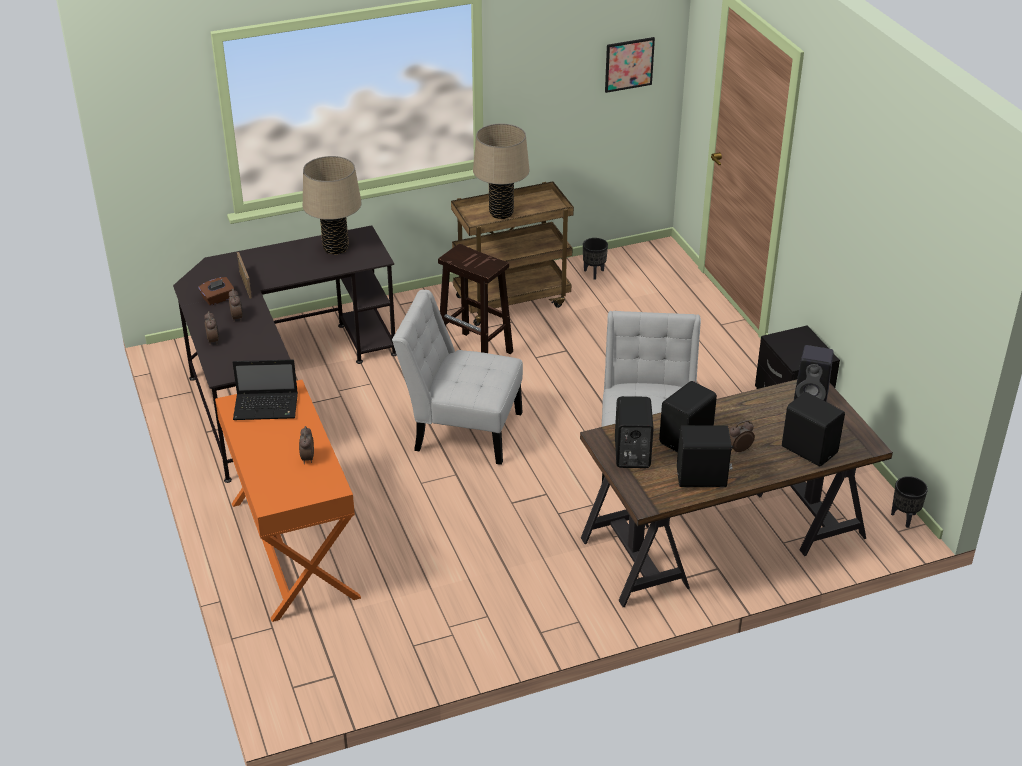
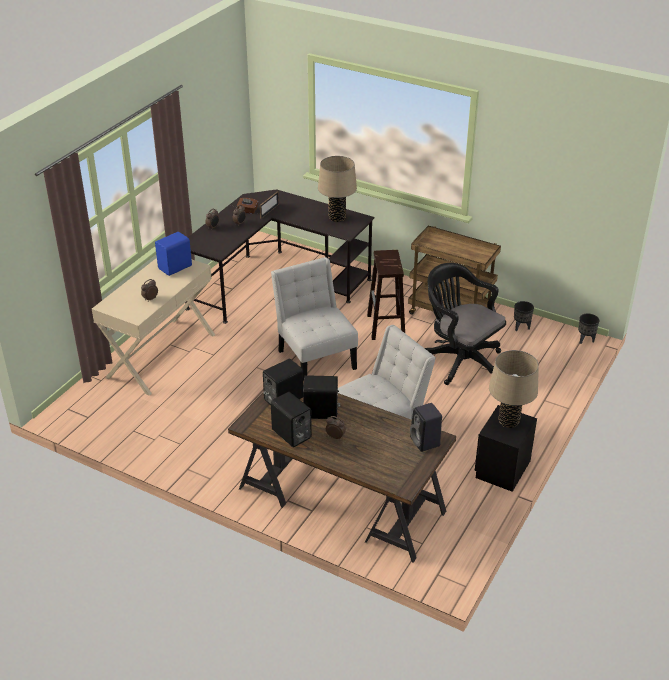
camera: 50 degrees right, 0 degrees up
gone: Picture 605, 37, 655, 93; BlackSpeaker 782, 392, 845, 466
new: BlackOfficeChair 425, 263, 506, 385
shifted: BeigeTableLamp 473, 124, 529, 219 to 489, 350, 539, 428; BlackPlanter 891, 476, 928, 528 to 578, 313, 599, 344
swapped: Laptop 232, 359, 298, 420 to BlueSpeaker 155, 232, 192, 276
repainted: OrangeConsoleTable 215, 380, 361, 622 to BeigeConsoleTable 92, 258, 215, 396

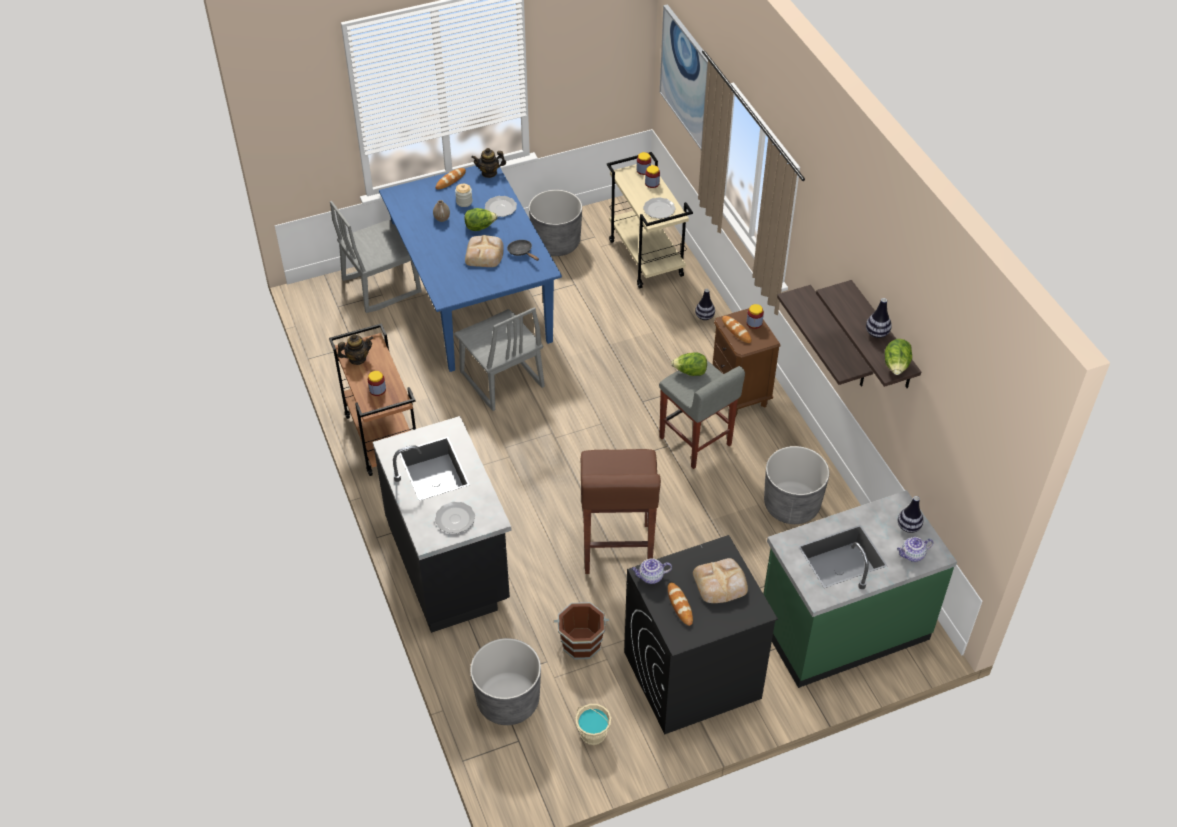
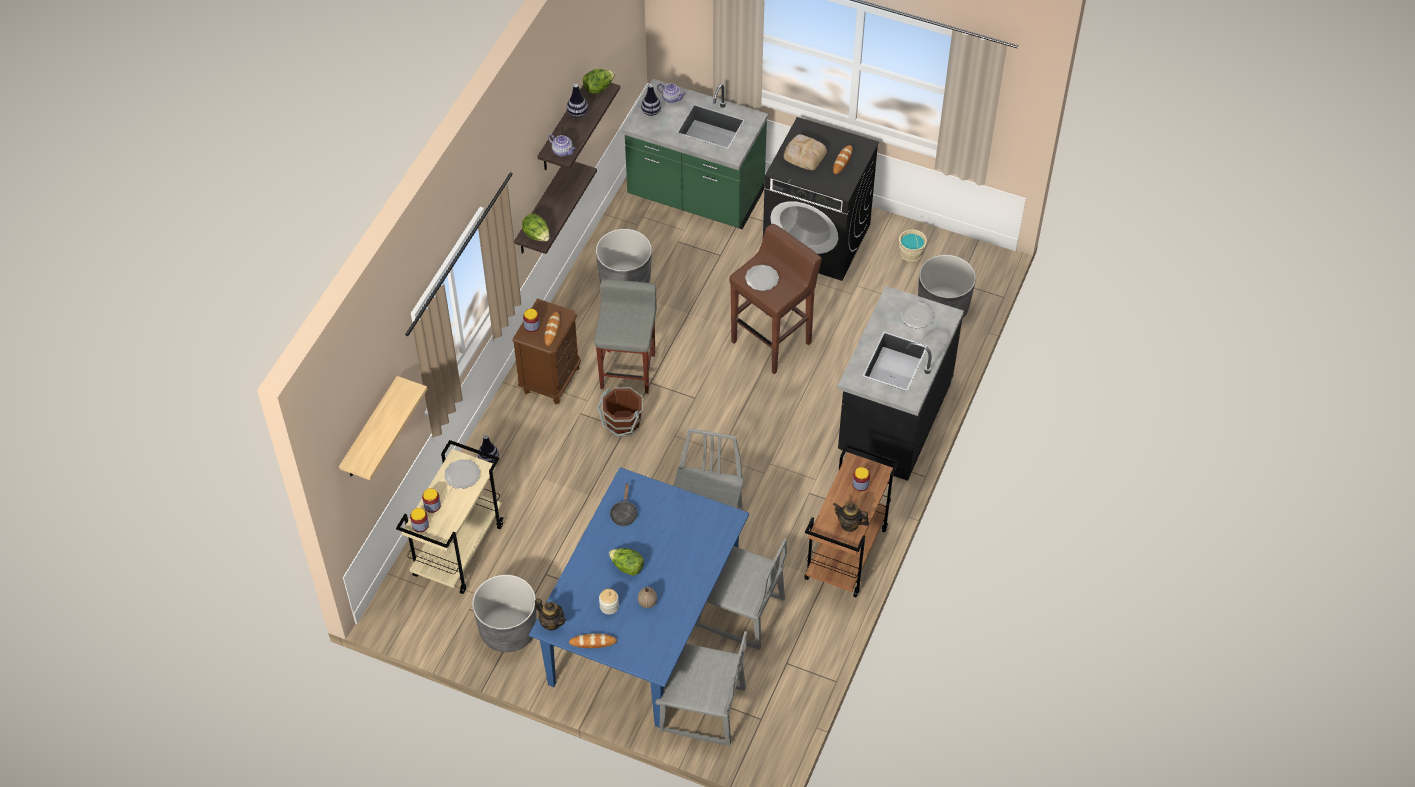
camera: 135 degrees left, 5 degrees up
gone: Bread 465, 235, 504, 267
new: GreyChair 695, 538, 787, 650
shifted: Lettuce 671, 352, 707, 376 to 522, 214, 550, 241; Teapot 631, 558, 672, 584 to 548, 134, 576, 157; BrownBucket 554, 602, 609, 659 to 597, 387, 643, 437; Plate 485, 196, 517, 217 to 745, 265, 779, 291
swapped: Picture 660, 4, 708, 150 to Shelf 339, 376, 427, 480

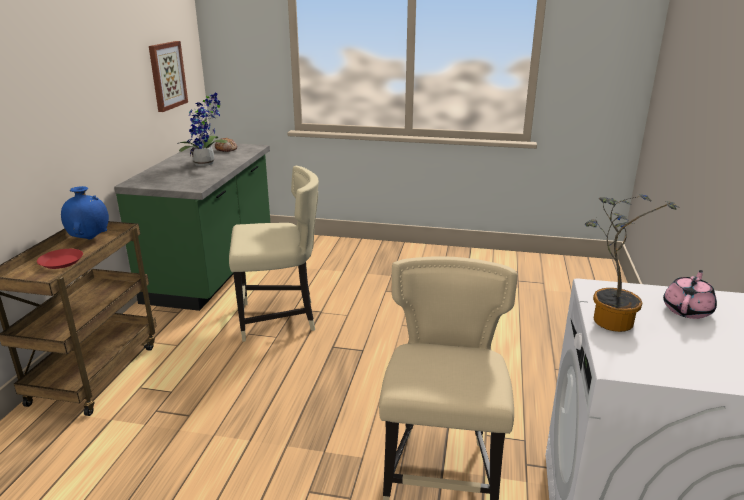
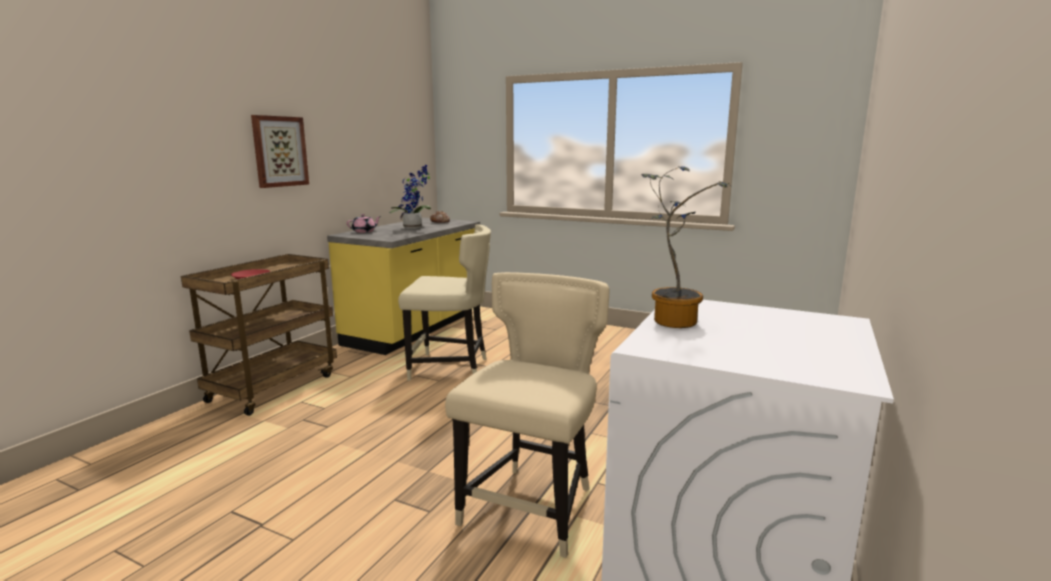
camera: 15 degrees right, 10 degrees down
gone: BlueVase 61, 186, 109, 240
shifted: Picture 149, 41, 188, 112 to 251, 115, 309, 188; PinkTeapot 663, 270, 717, 319 to 347, 214, 381, 233
repainted: GreenCounter 114, 142, 270, 311 to YellowCounter 327, 218, 480, 355

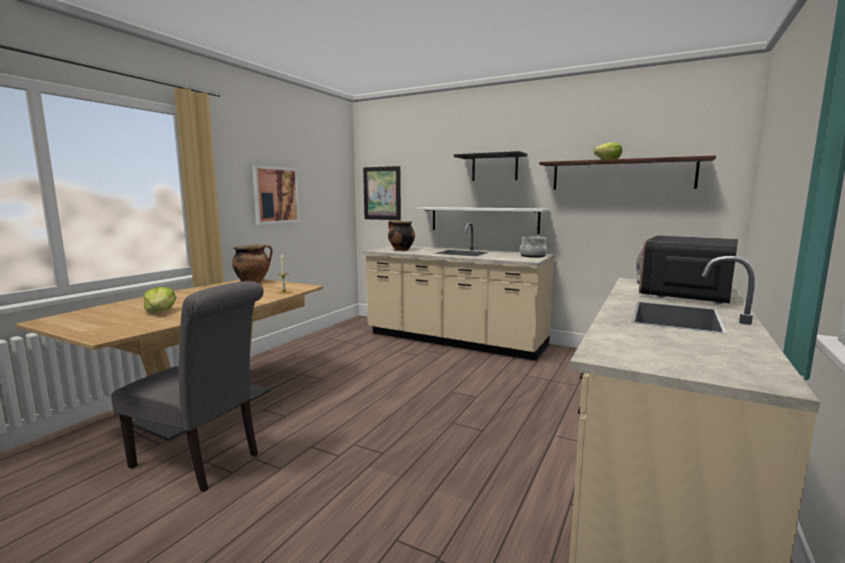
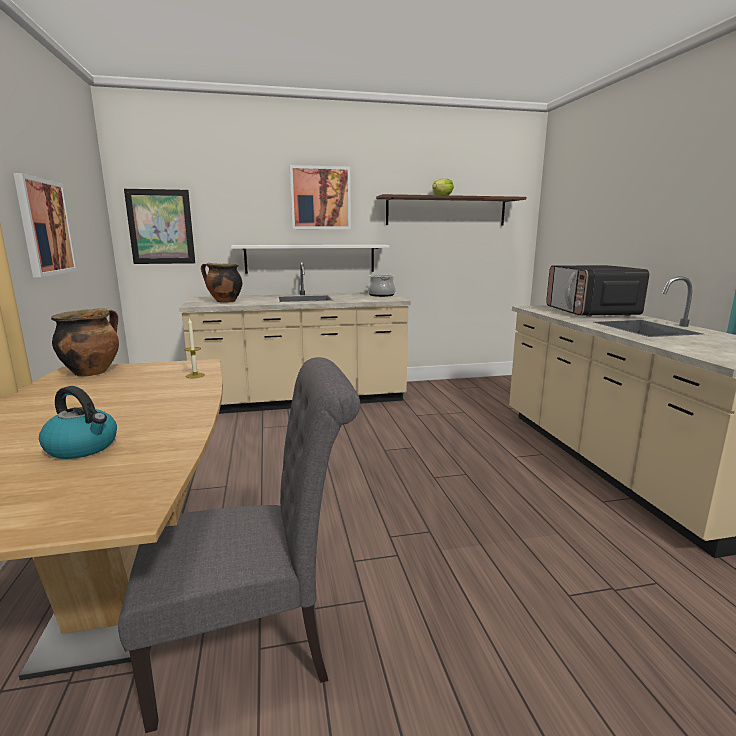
camera: 40 degrees left, 5 degrees up
swapped: Lettuce 144, 287, 176, 313 to Kettle 39, 386, 117, 459; BlackShelf 454, 151, 528, 181 to Picture 290, 165, 351, 229

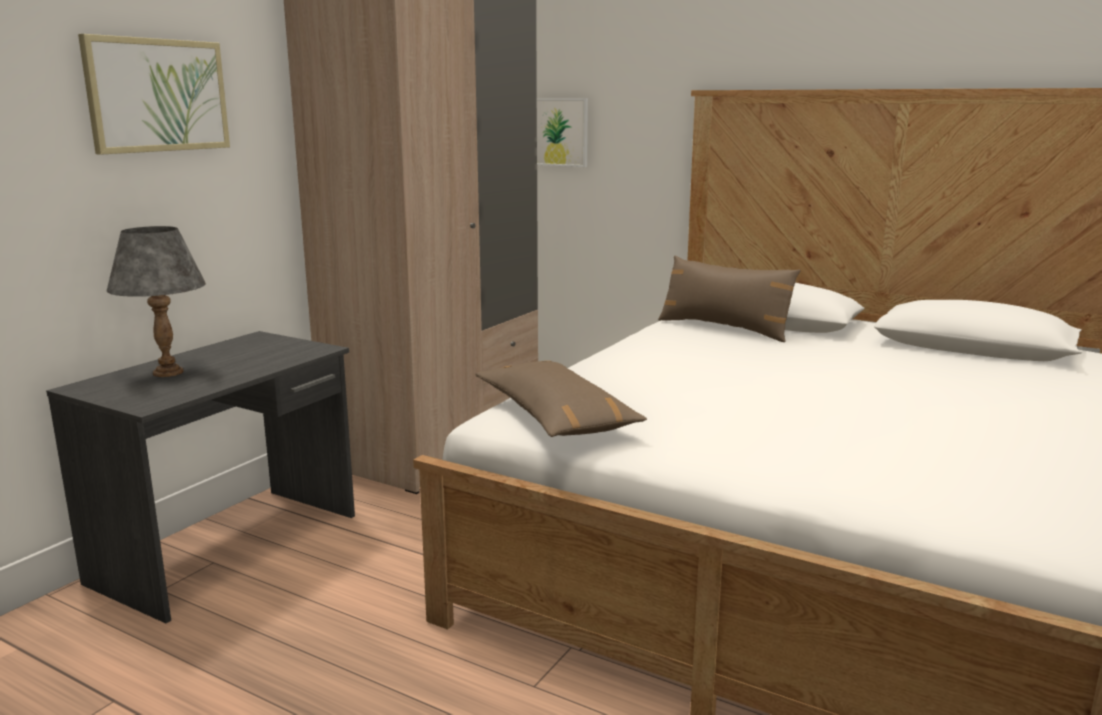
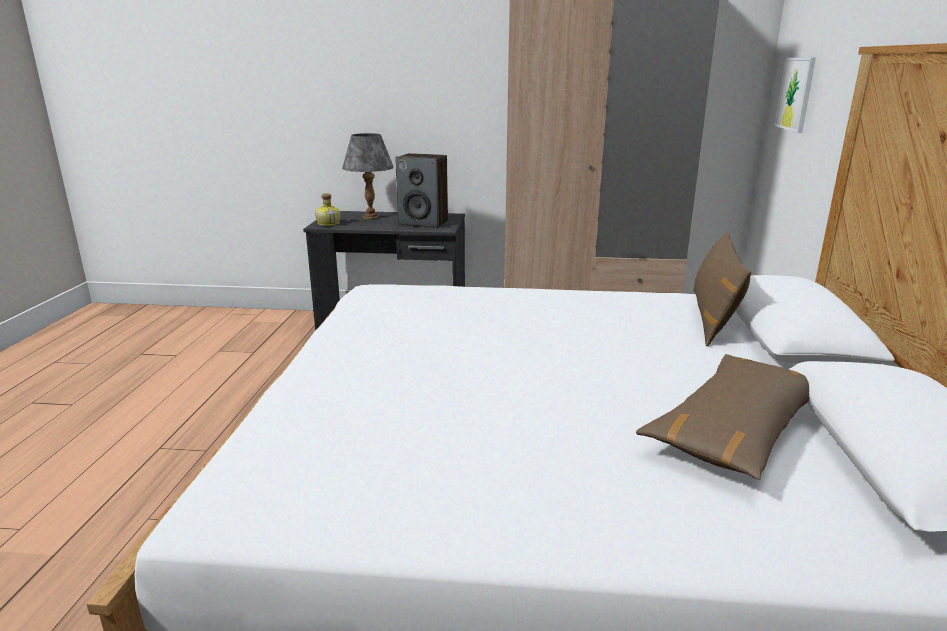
camera: 65 degrees right, 5 degrees up
gone: Picture 78, 34, 230, 155
new: Bottle 315, 193, 341, 226; Speaker 395, 153, 448, 228
shifted: BrownPillow 476, 361, 647, 437 to 636, 354, 809, 480

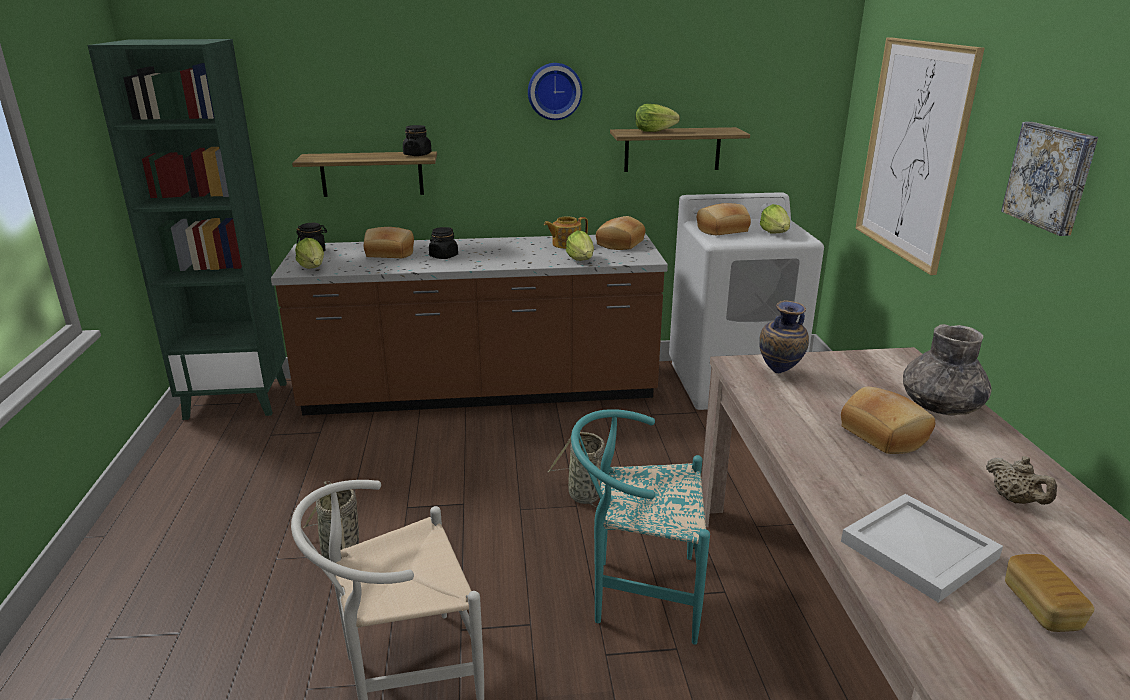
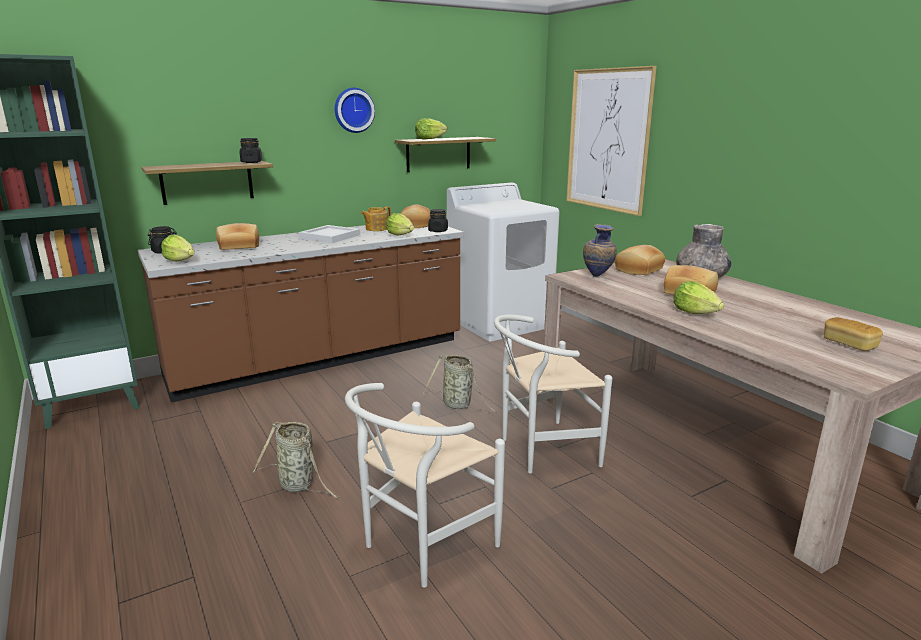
camera: 25 degrees left, 5 degrees down
gone: BeigeTeapot 986, 456, 1057, 505; Picture 1001, 122, 1098, 236
shifted: WhiteTray 841, 494, 1003, 603 to 299, 225, 360, 243; BlackJar 429, 227, 458, 259 to 428, 209, 448, 232; Bread 697, 203, 751, 235 to 615, 245, 665, 275; Lettuce 760, 204, 790, 234 to 673, 281, 724, 314
repainted: TurquoiseChair 571, 409, 710, 645 to WhiteChair 494, 315, 612, 473

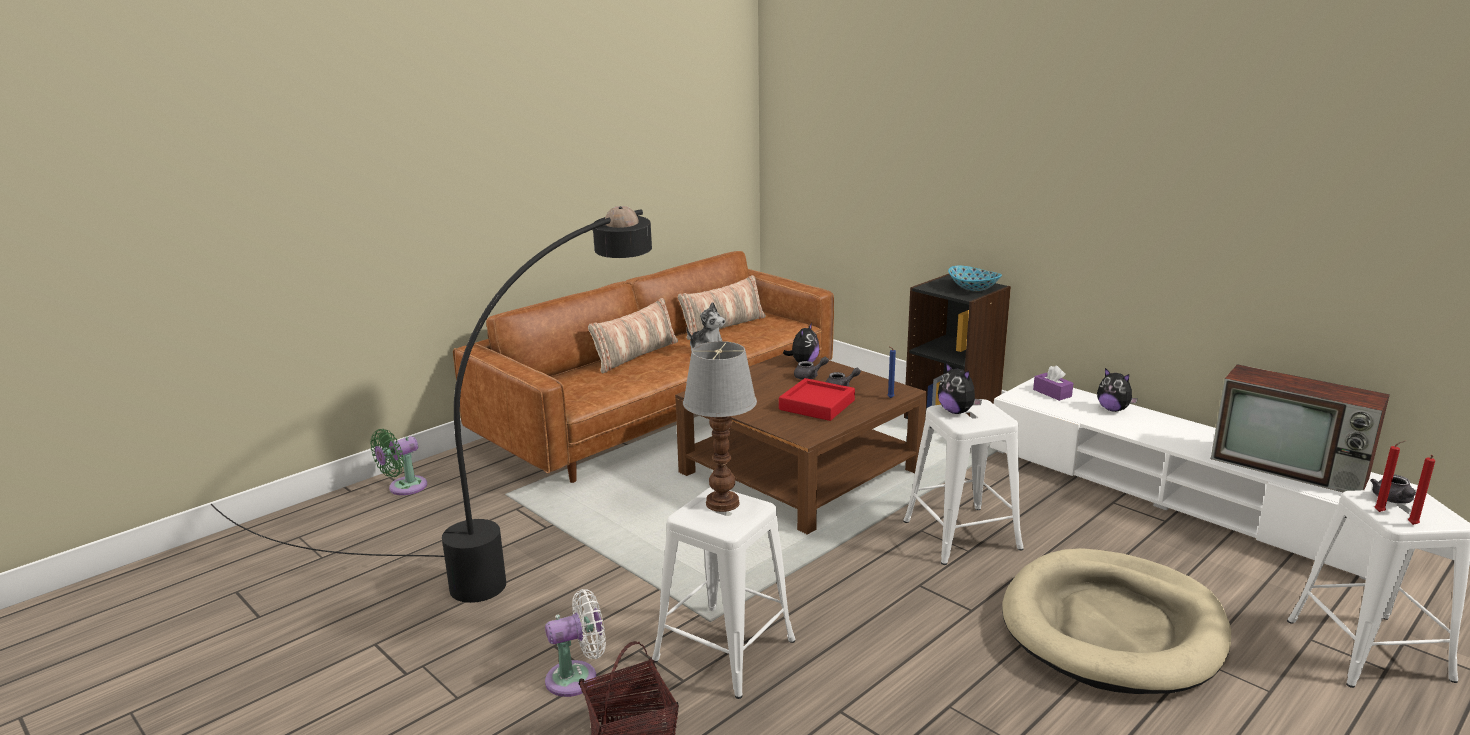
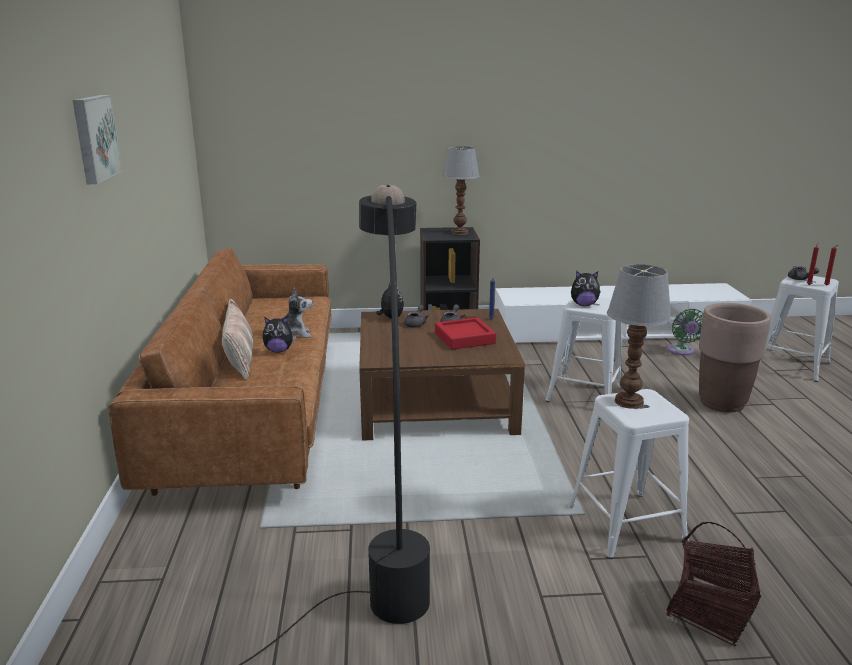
camera: 50 degrees left, 0 degrees up
gone: WhiteFan 545, 589, 606, 697; Pillow 678, 275, 766, 340; PurpleTissueBox 1033, 365, 1073, 401; Television 1211, 364, 1390, 492
new: Picture 73, 95, 122, 184
shifted: PlushToy 1097, 368, 1138, 412 to 263, 317, 296, 353; GreenFan 370, 429, 427, 495 to 667, 309, 703, 355
swapped: Bowl 948, 266, 1002, 291 to TableLamp 442, 146, 480, 235; BeigeDogBed 1002, 548, 1231, 694 to BrownPlanter 699, 303, 771, 412

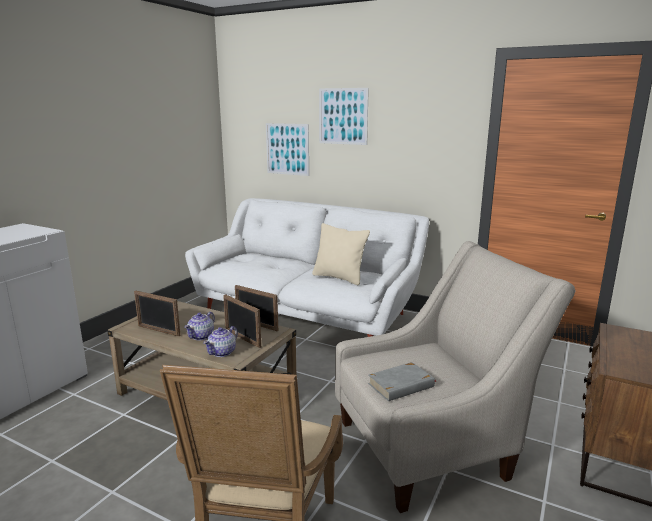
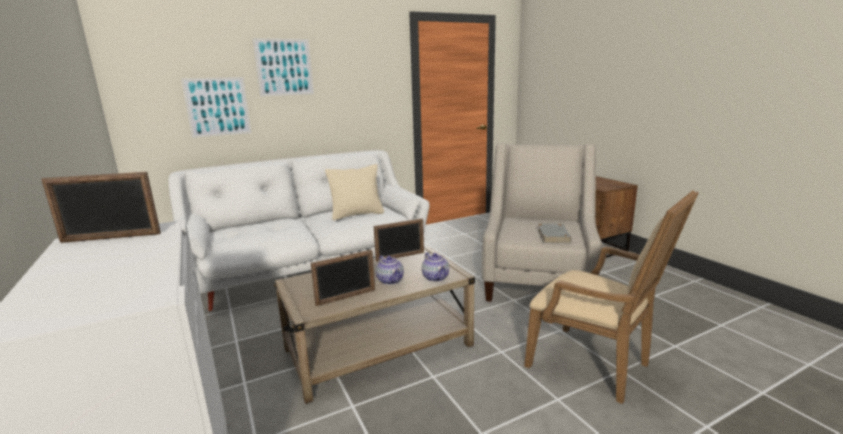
camera: 55 degrees left, 0 degrees up
shifted: PictureFrame 223, 294, 261, 348 to 41, 172, 161, 243

